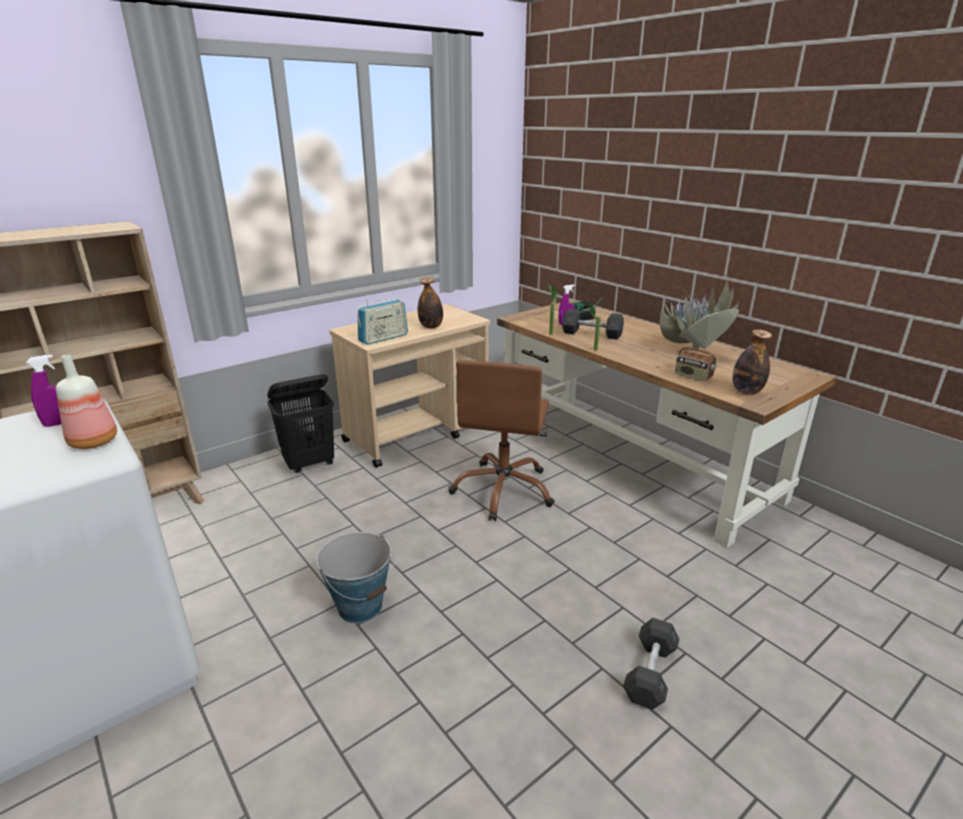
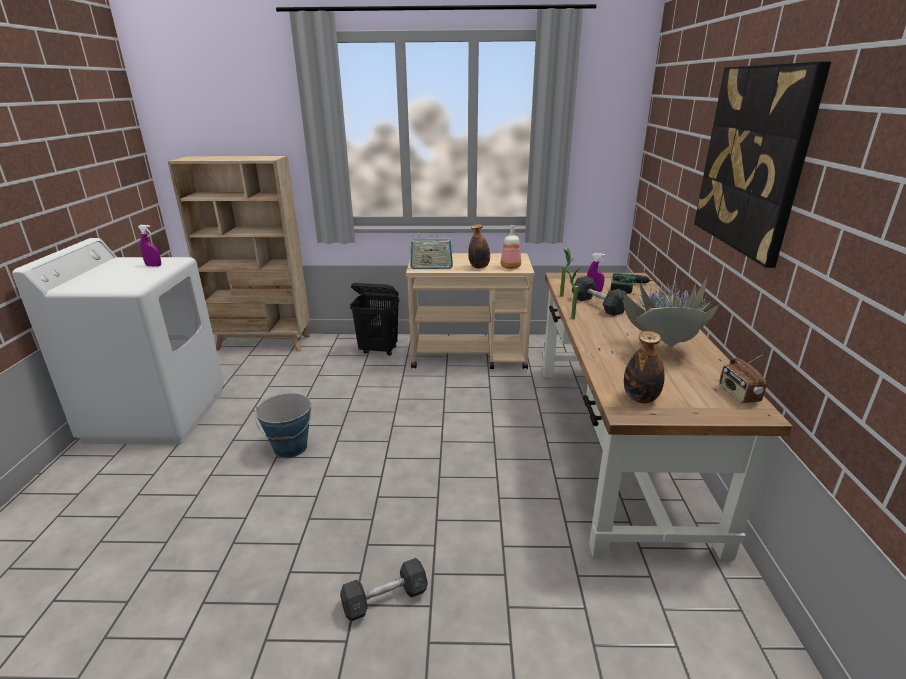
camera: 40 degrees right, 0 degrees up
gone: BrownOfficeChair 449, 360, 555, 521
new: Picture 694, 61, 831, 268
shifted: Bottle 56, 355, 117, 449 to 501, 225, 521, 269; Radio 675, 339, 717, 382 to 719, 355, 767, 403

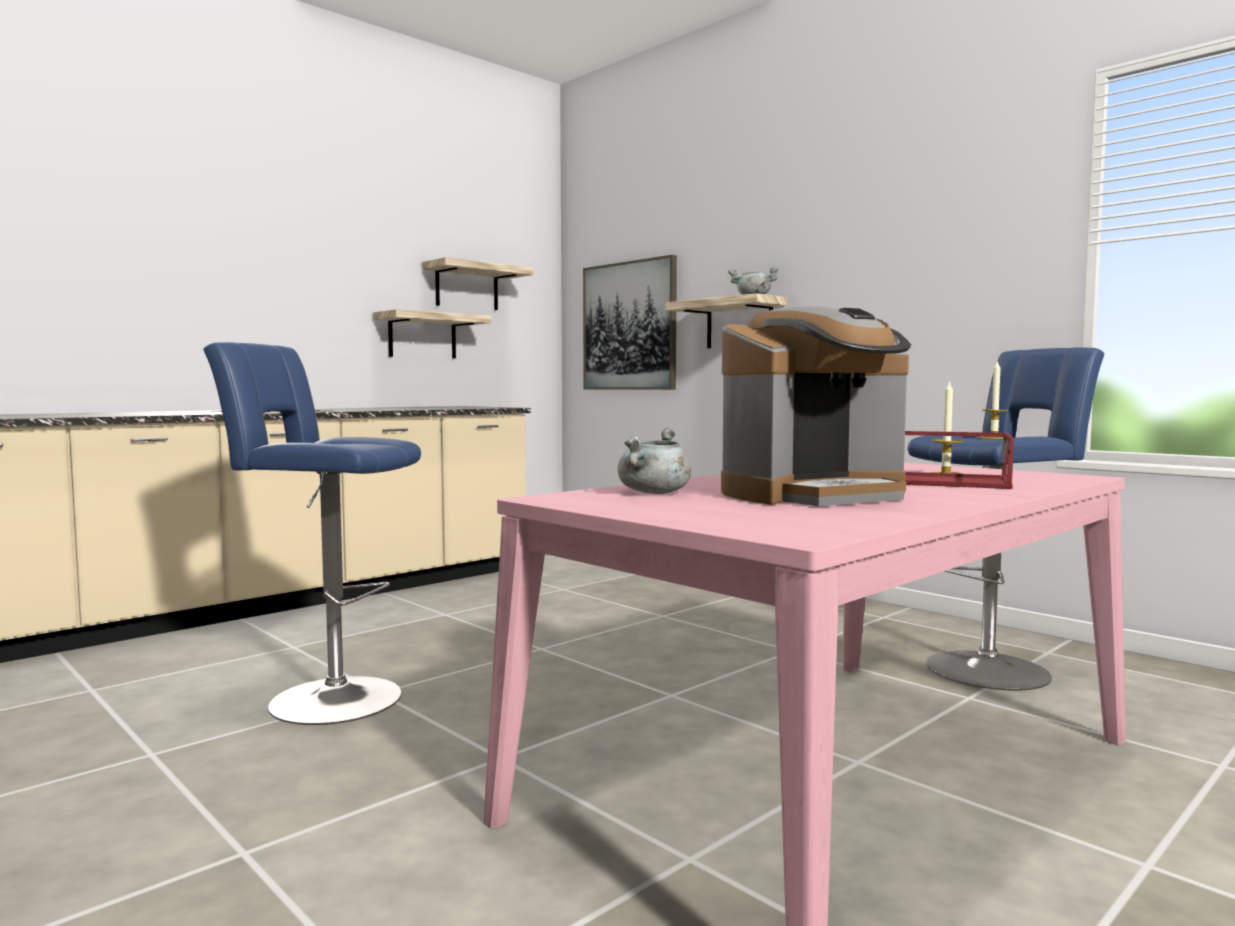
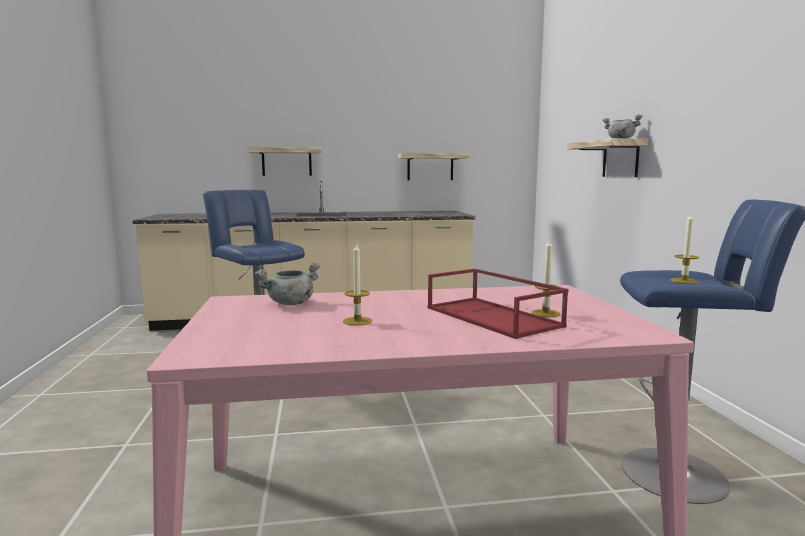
camera: 35 degrees right, 5 degrees up
gone: Picture 583, 255, 677, 390
shifted: Shelf 422, 257, 533, 310 to 247, 147, 321, 176
swapped: CoffeeMachine 721, 306, 911, 506 to Candle 343, 242, 372, 326

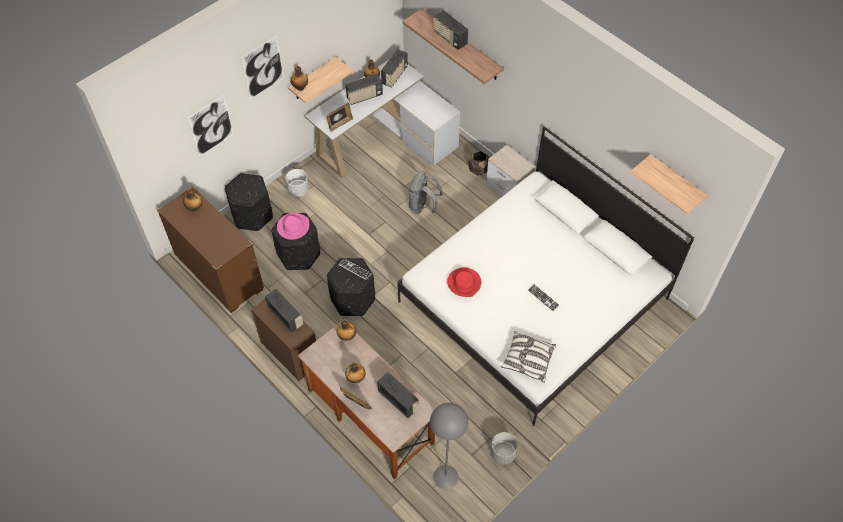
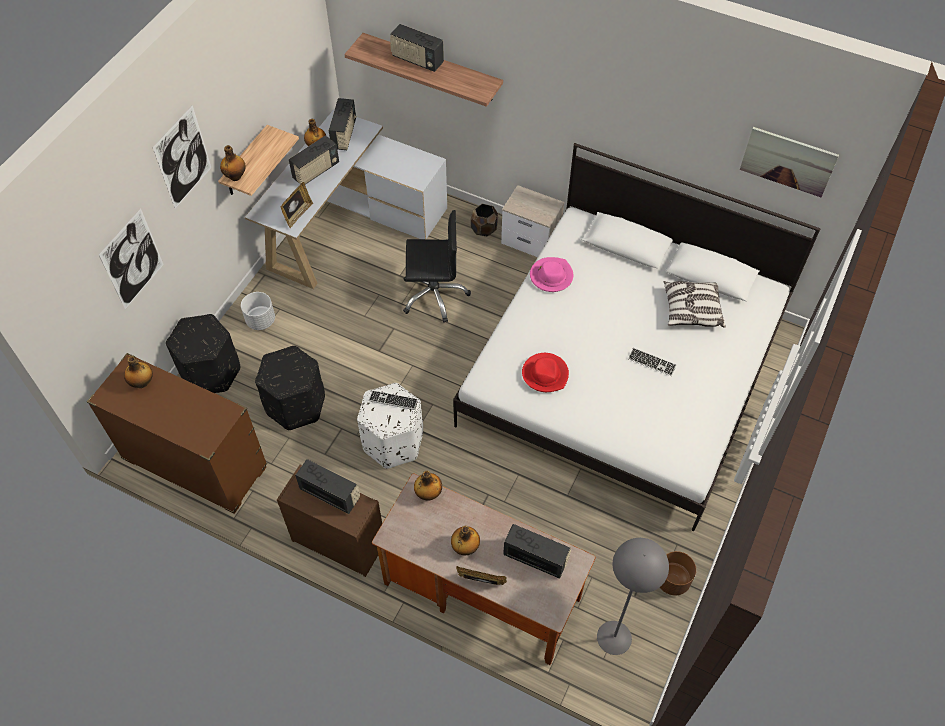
camera: 20 degrees left, 0 degrees up
shifted: PinkHat 277, 213, 309, 240 to 530, 257, 573, 292; Pillow 501, 331, 556, 383 to 663, 281, 726, 328
swapped: GreyBackpack 408, 171, 443, 214 to BlackOfficeChair 403, 210, 471, 323; Shelf 630, 154, 708, 214 to Picture 740, 127, 839, 197
repainted: BlackOttoman 327, 258, 375, 316 to WhiteOttoman 357, 383, 423, 469; GreyPlanter 491, 432, 518, 464 to BrownPlanter 660, 551, 696, 595

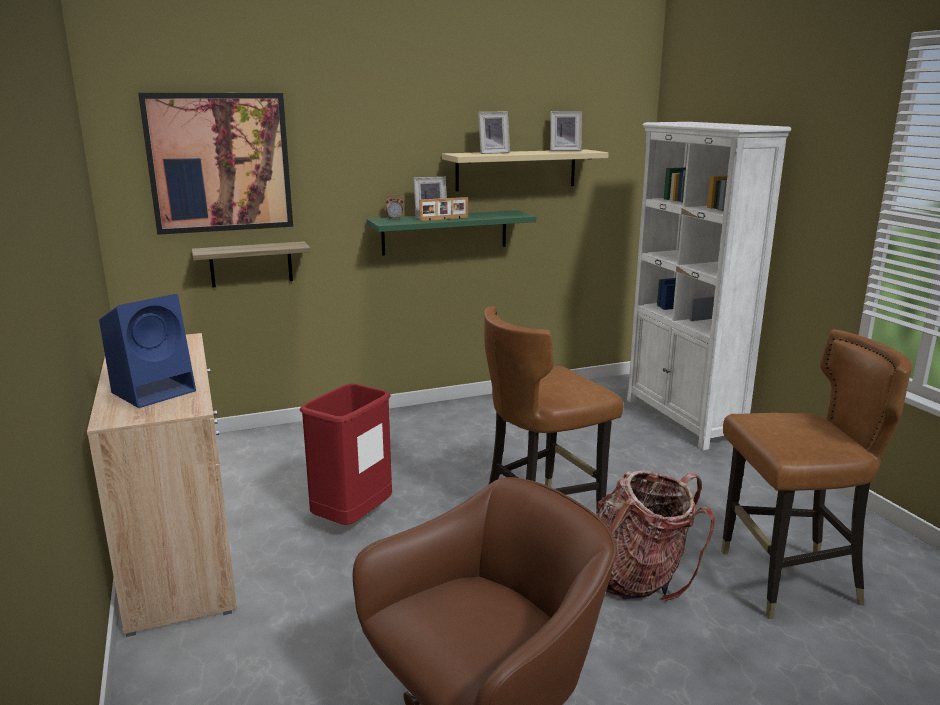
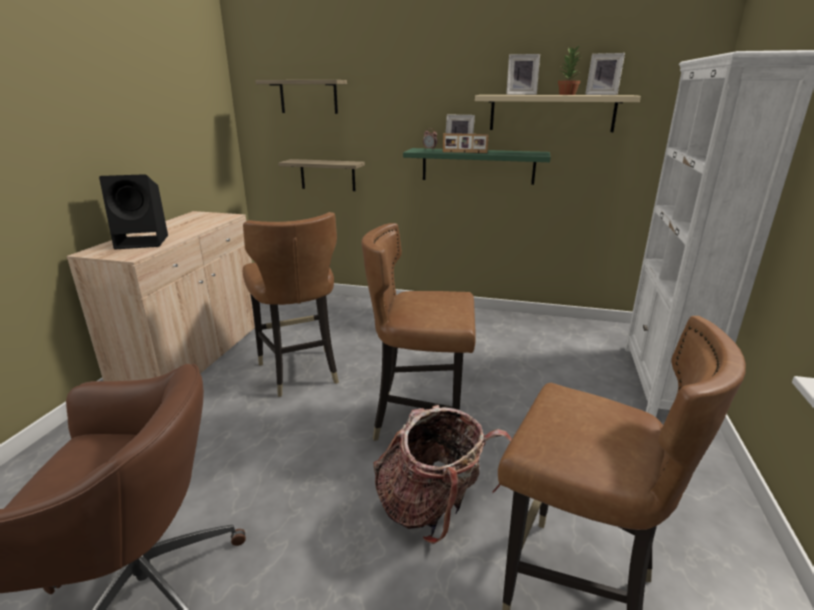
camera: 35 degrees right, 5 degrees up
new: PottedPlant 557, 46, 582, 95
swapped: RedTrashCan 299, 383, 392, 525 to BrownChair 243, 212, 339, 397; Picture 138, 93, 293, 235 to Shelf 256, 80, 347, 114
repainted: BlueSpeaker 99, 294, 196, 408 to BlackSpeaker 99, 174, 168, 249

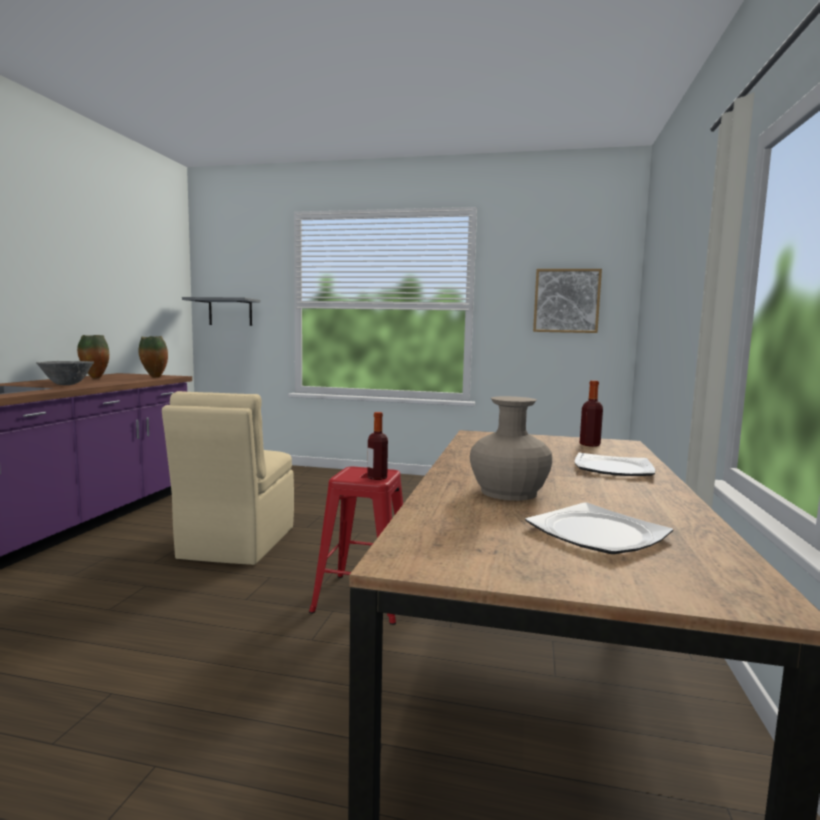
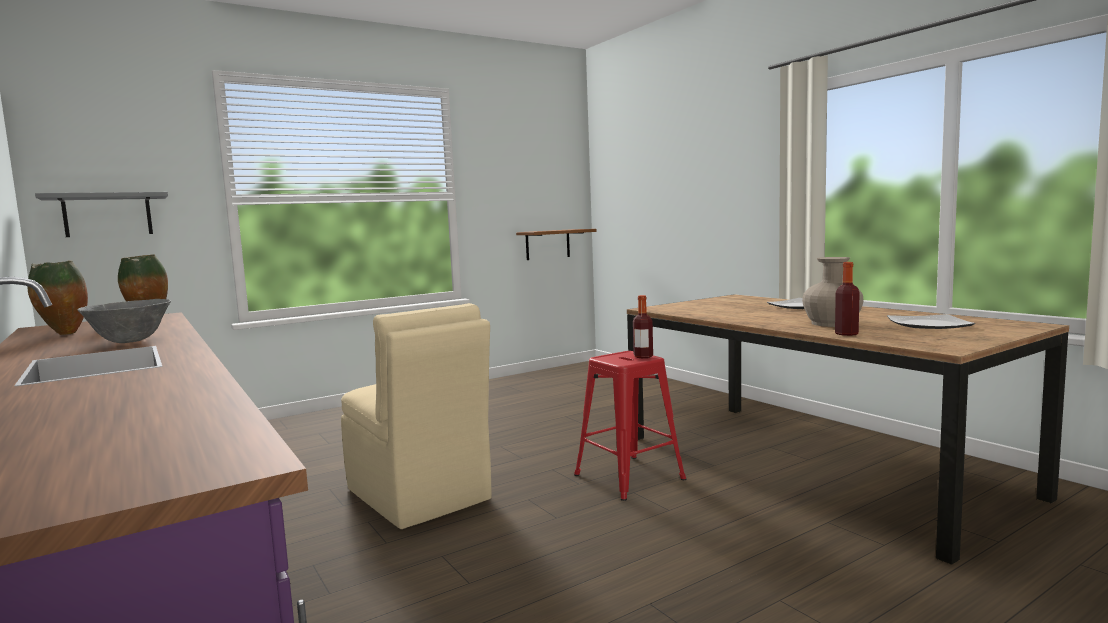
camera: 45 degrees left, 0 degrees up
gone: Picture 533, 269, 602, 333
new: BrownShelf 516, 229, 596, 260
shifted: Bottle 580, 380, 603, 447 to 835, 262, 860, 336

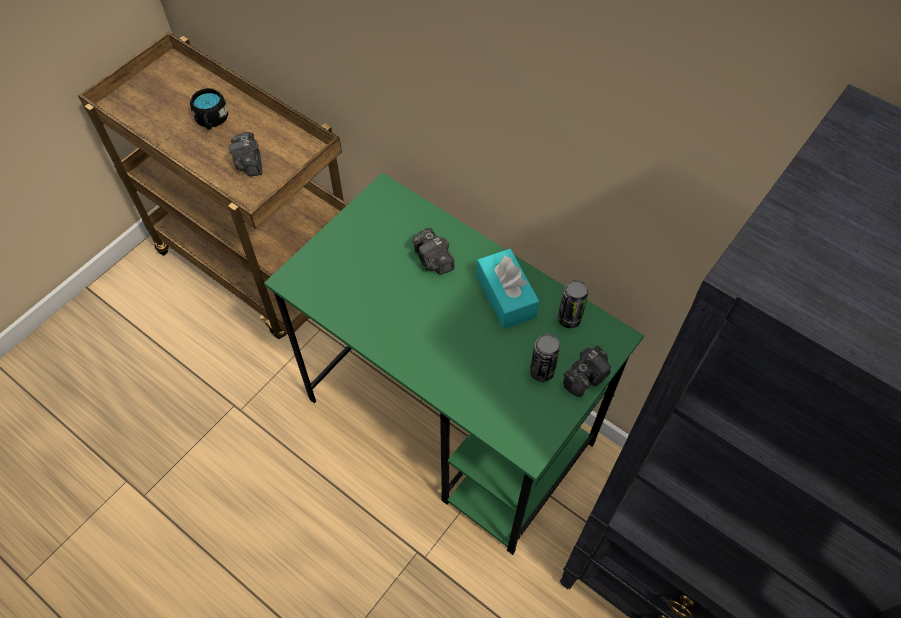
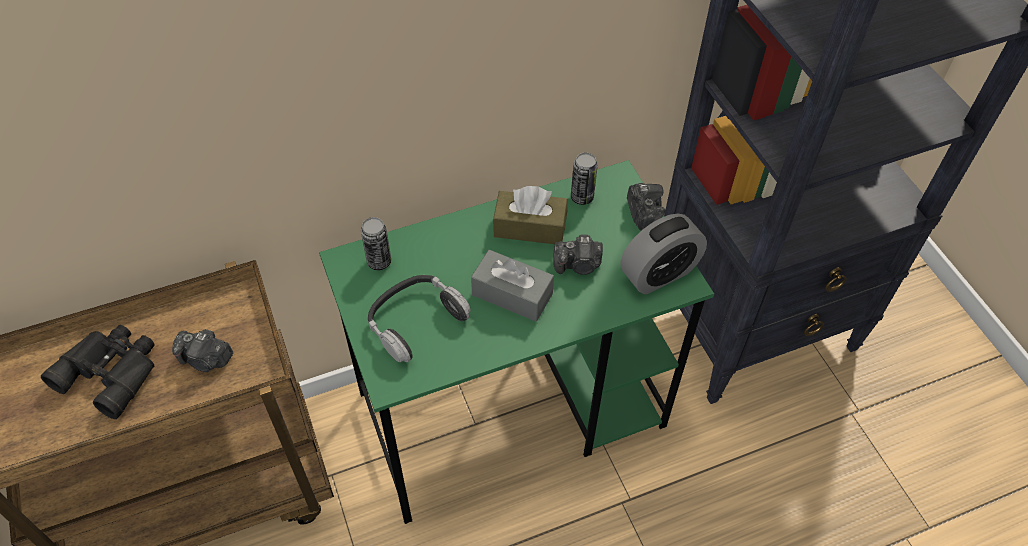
camera: 60 degrees left, 5 degrees down
new: Headphones 368, 275, 471, 362; GreyTissueBox 471, 250, 554, 322; AlarmClock 621, 213, 707, 294
shifted: Can 530, 334, 561, 382 to 361, 217, 391, 270; PhotoCamera 412, 228, 455, 274 to 553, 234, 603, 275
swapped: BlackMug 190, 88, 228, 130 to BlackBinoculars 41, 325, 155, 419
repainted: TurquoiseTissueBox 477, 249, 539, 329 to BrownTissueBox 493, 186, 568, 244

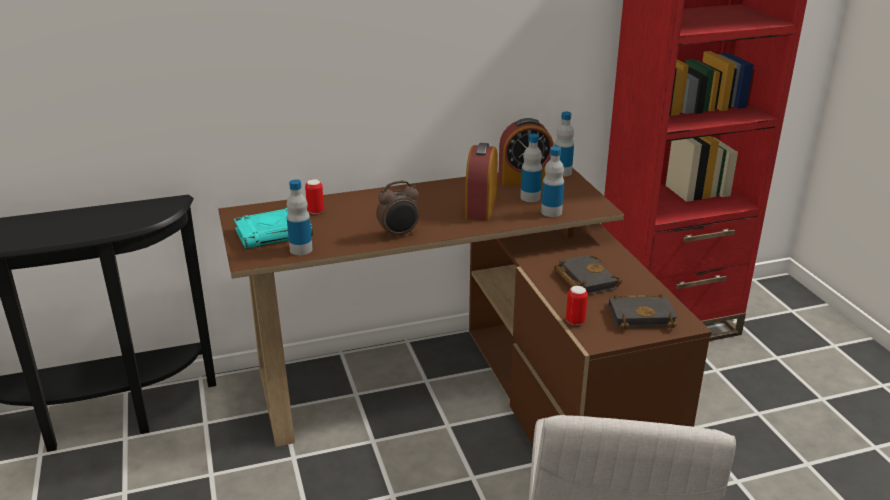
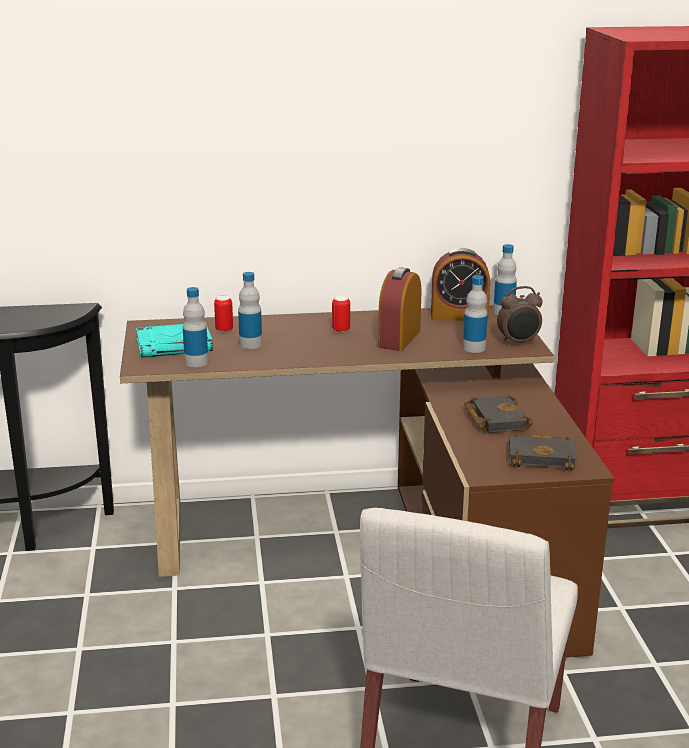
camera: 10 degrees right, 5 degrees down
shifted: Bottle 520, 134, 542, 202 to 238, 272, 262, 349; Can 566, 286, 588, 325 to 332, 296, 350, 333; AlarmClock 376, 181, 420, 239 to 497, 286, 543, 346

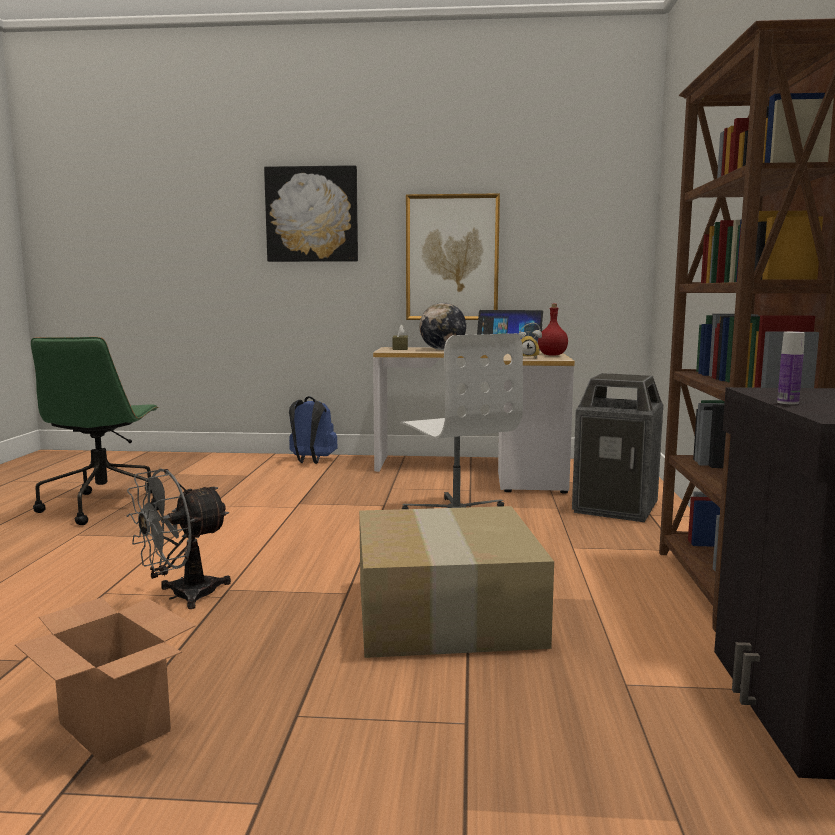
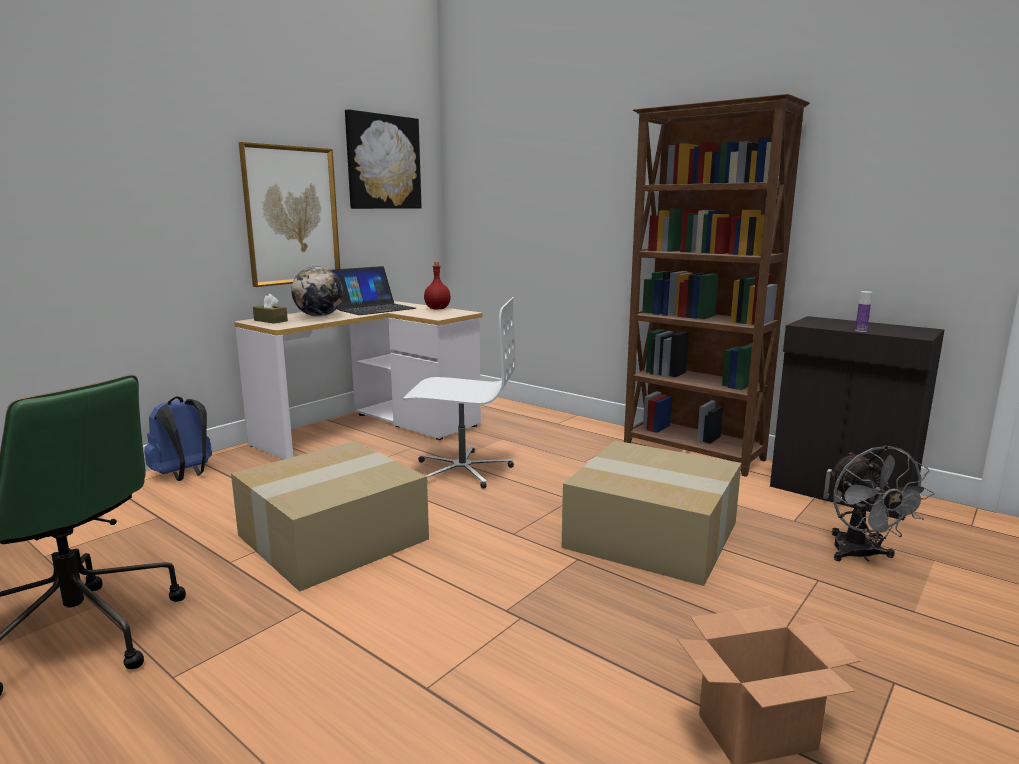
camera: 55 degrees left, 5 degrees up
gone: AlarmClock 519, 323, 542, 359; TrashCan 572, 373, 663, 522
new: CardboardBox 231, 441, 429, 592
shifted: Picture 264, 165, 358, 262 to 345, 109, 422, 209; GreyFan 126, 469, 231, 609 to 829, 445, 935, 562

